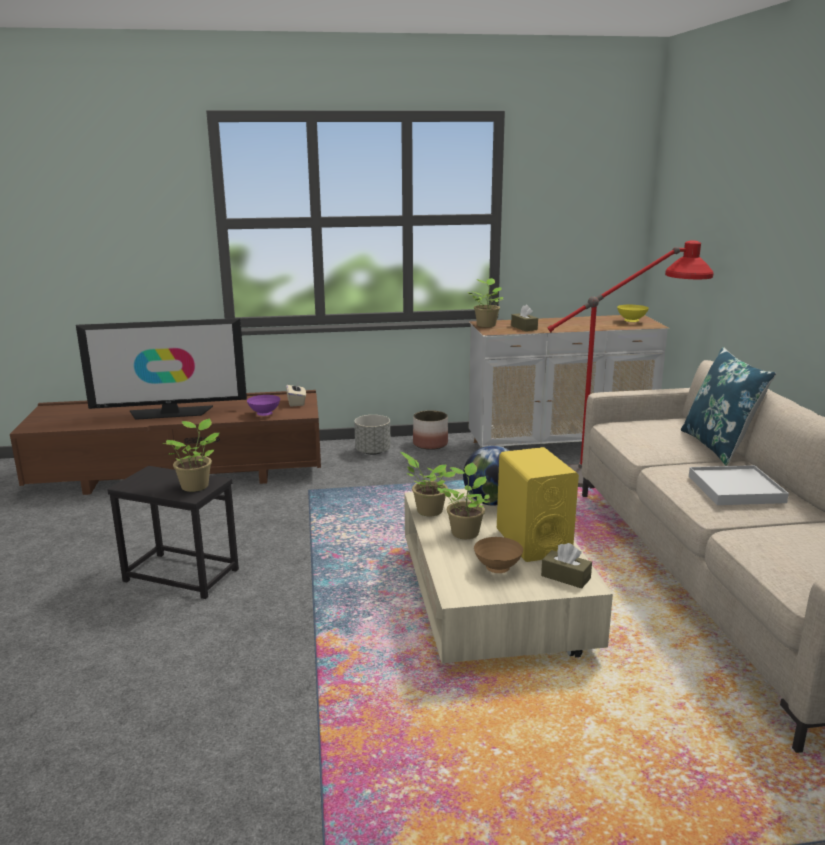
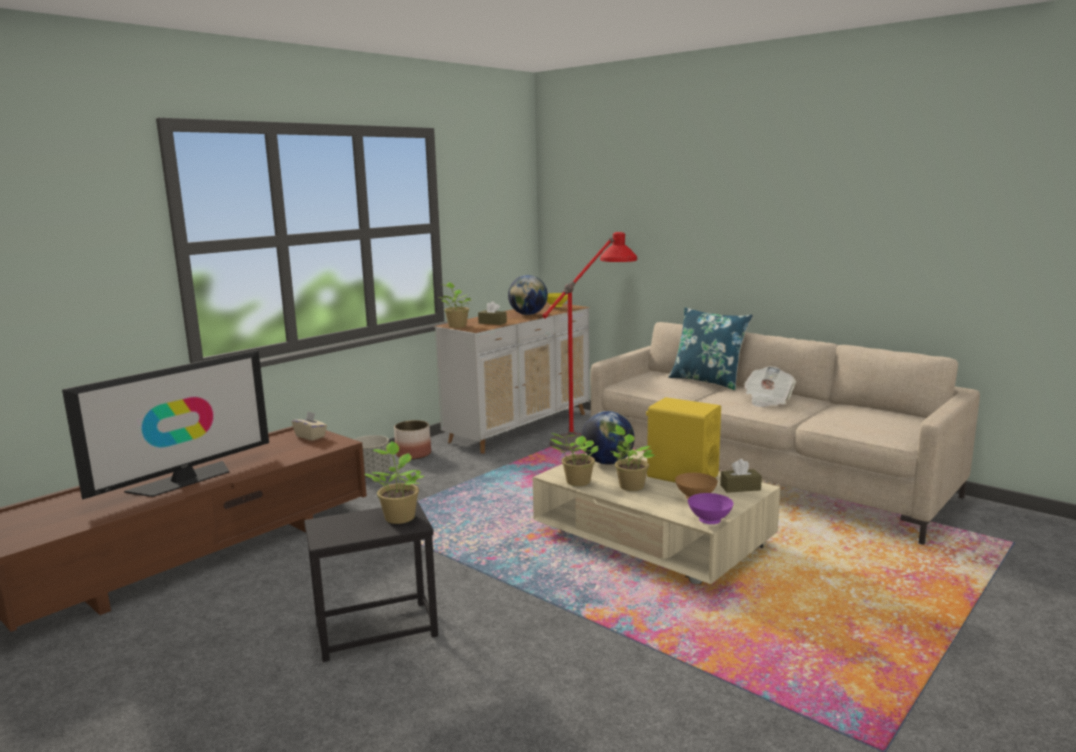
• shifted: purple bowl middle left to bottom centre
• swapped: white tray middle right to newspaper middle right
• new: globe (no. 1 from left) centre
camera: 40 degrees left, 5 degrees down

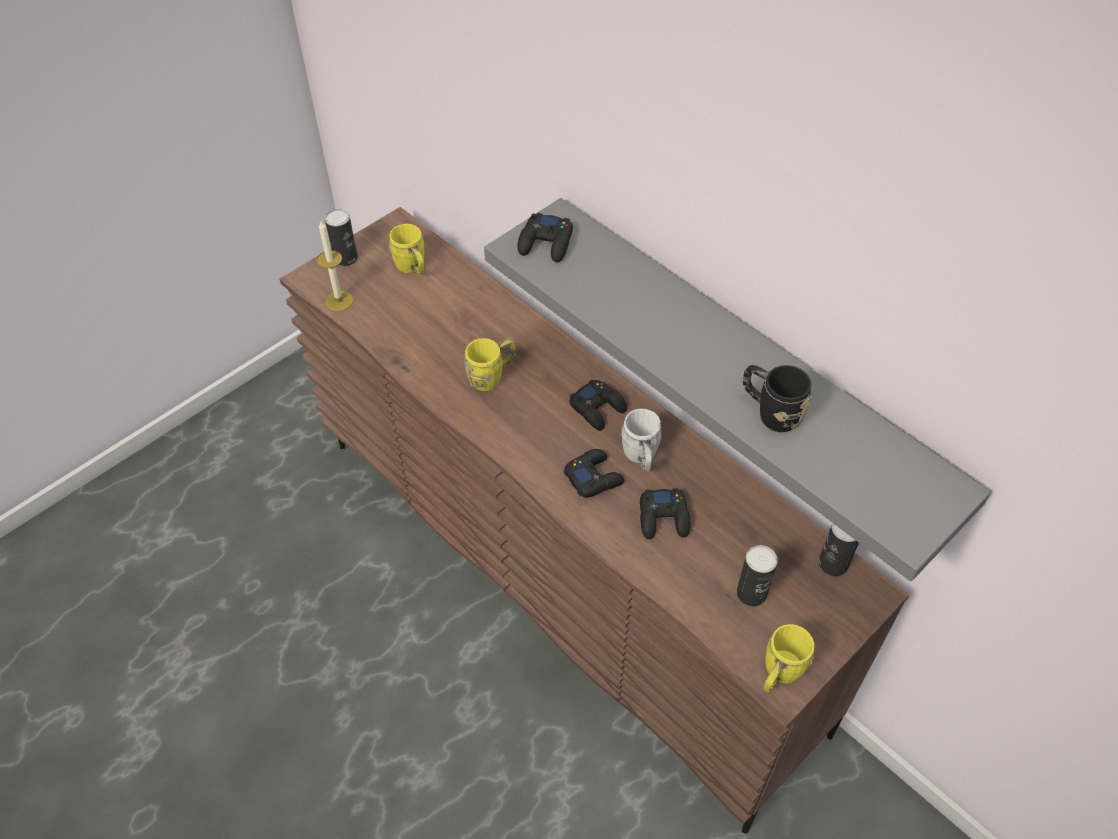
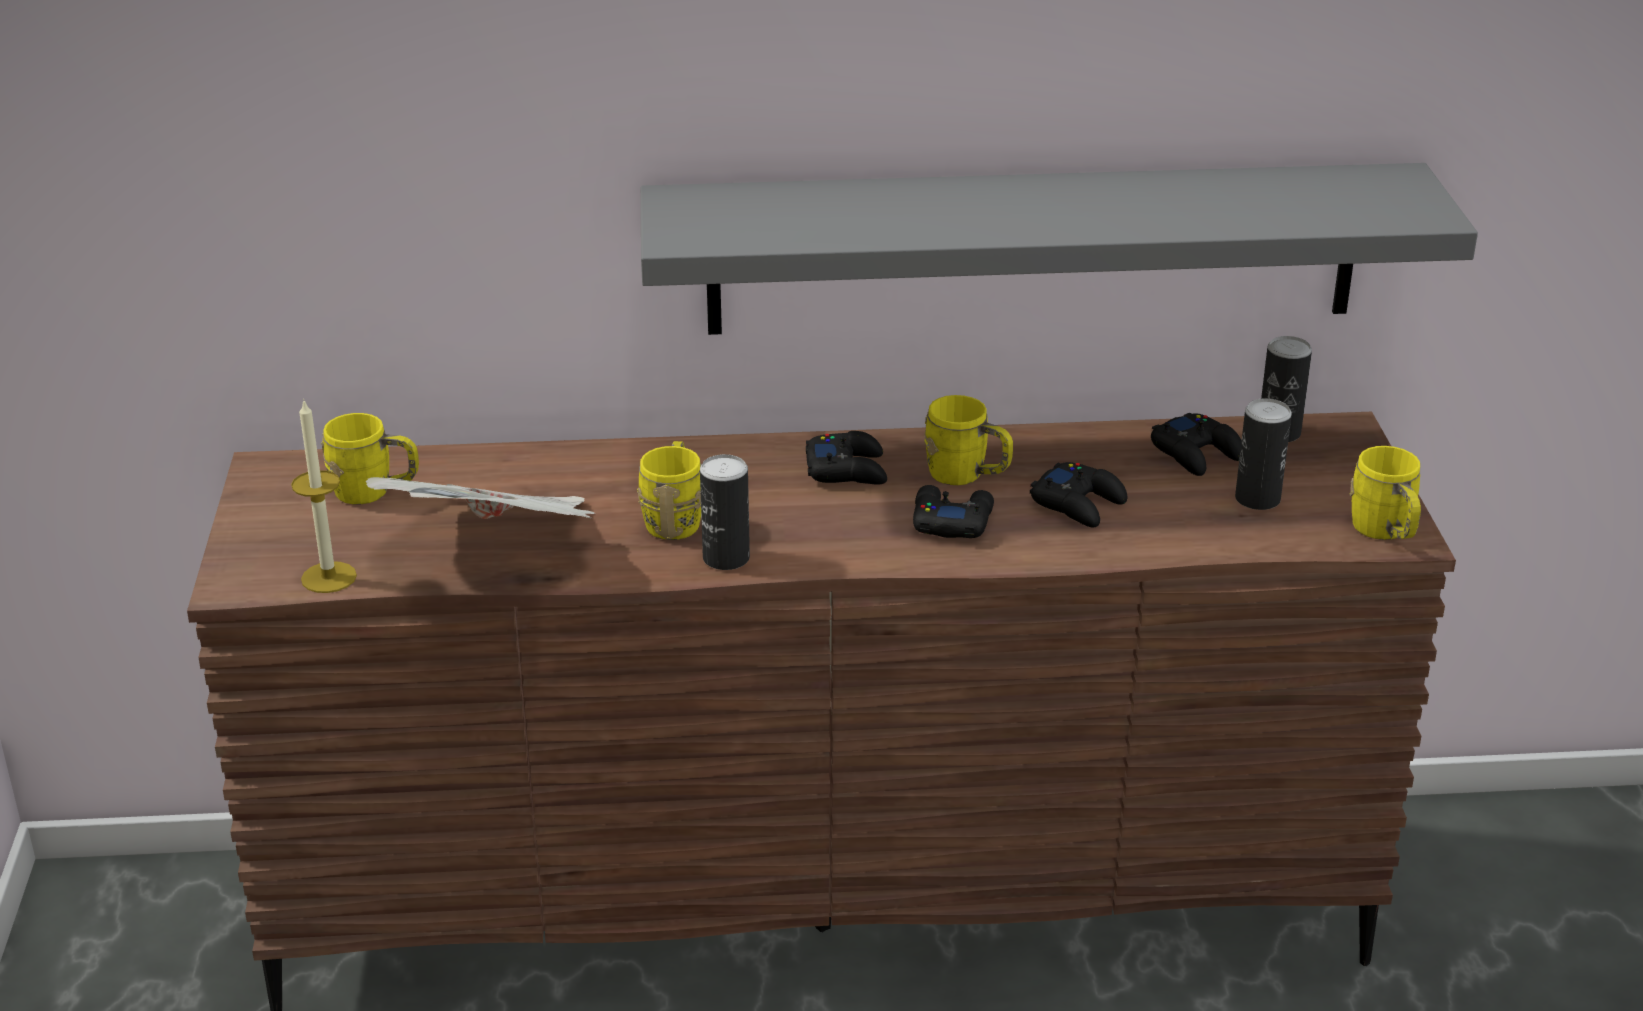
• shifted: can (no. 1 from left) top left to centre
• shifted: black game controller (no. 1 from left in the first image) top centre to black game controller (no. 4 from left) middle right
• repainted: white mug centre to yellow mug (no. 3 from left) centre
• gone: black mug middle right
• new: newspaper middle left
camera: 50 degrees left, 20 degrees down

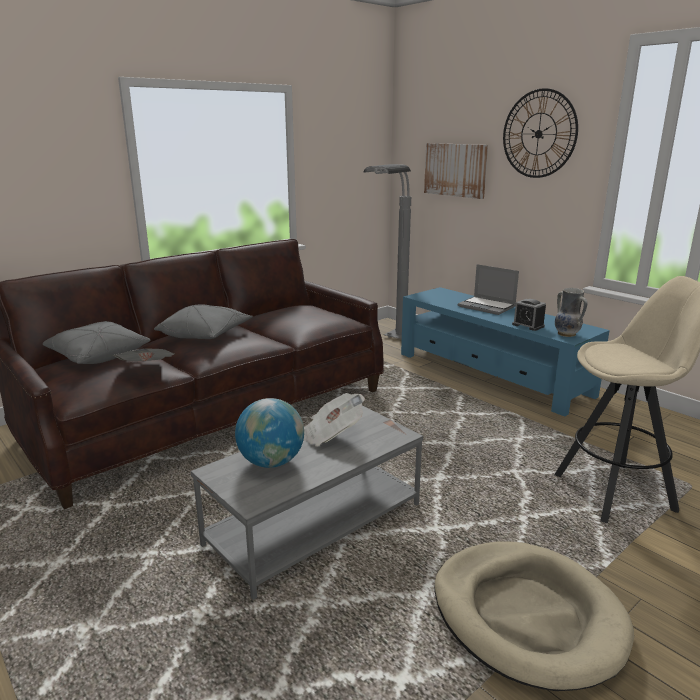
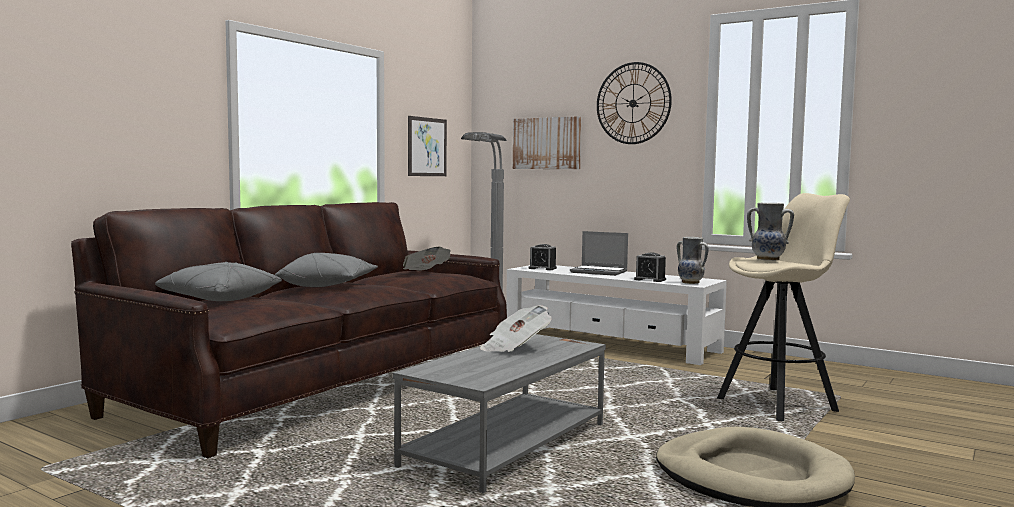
• shifted: newspaper (no. 1 from left) middle left to centre
• gone: globe centre
• repainted: blue tv stand middle right to white tv stand centre
• new: picture (no. 1 from left) top centre
• new: alarm clock (no. 1 from left) centre
• new: vase (no. 2 from left) middle right
camera: 15 degrees left, 15 degrees down

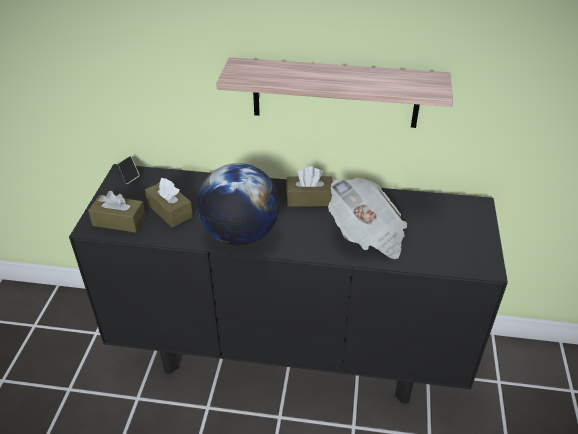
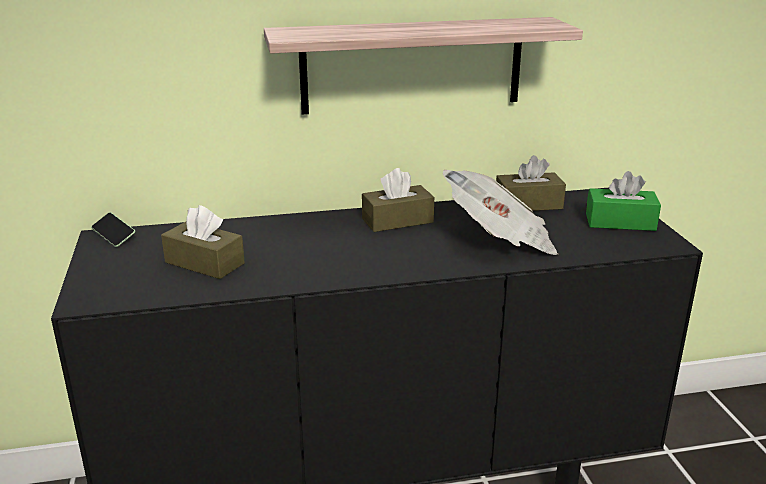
• shifted: brown tissue box (no. 1 from left in the first image) middle left to brown tissue box (no. 3 from left) middle right
• gone: globe centre
• new: green tissue box middle right
camera: 20 degrees left, 15 degrees down

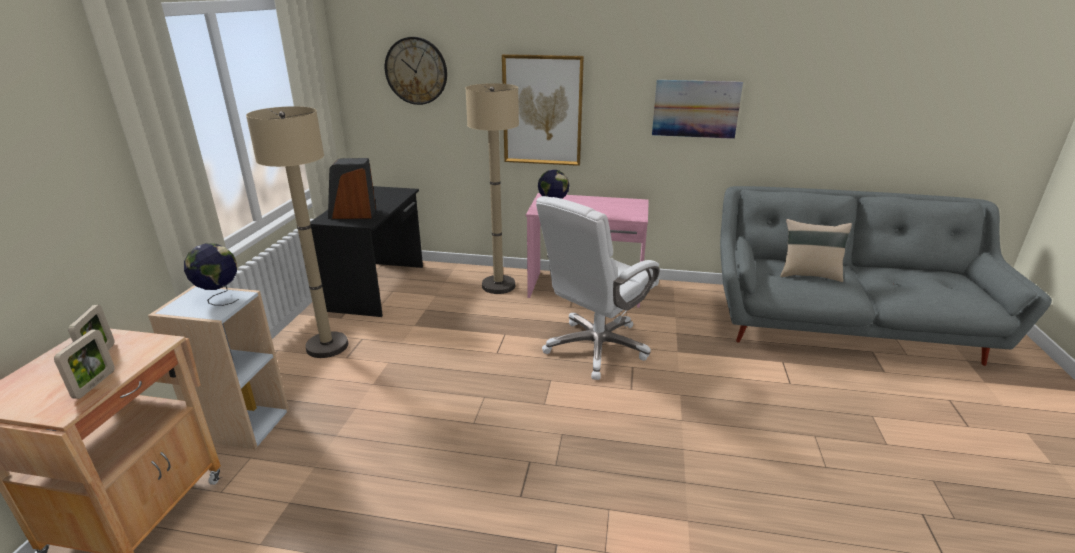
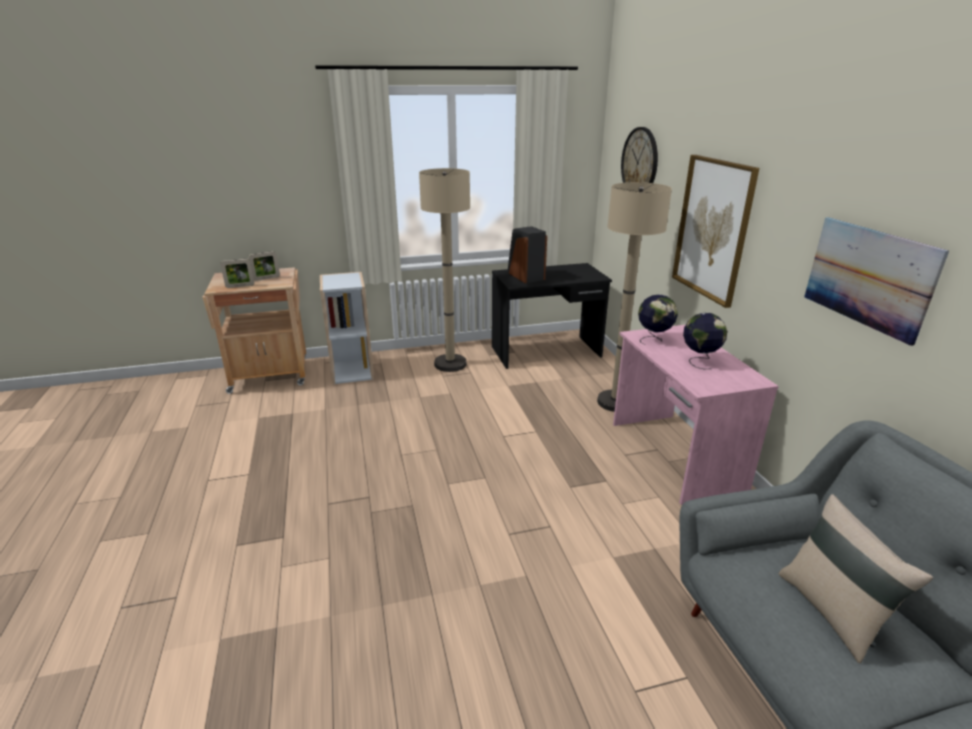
• shifted: globe (no. 1 from left in the first image) middle left to globe (no. 2 from left) middle right
• gone: white office chair centre
camera: 65 degrees right, 0 degrees up

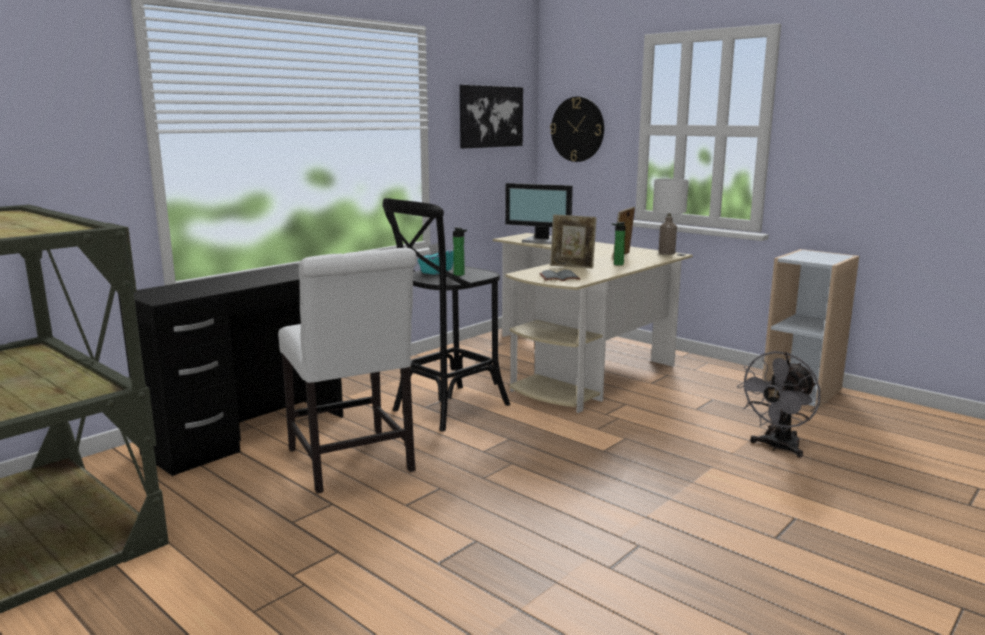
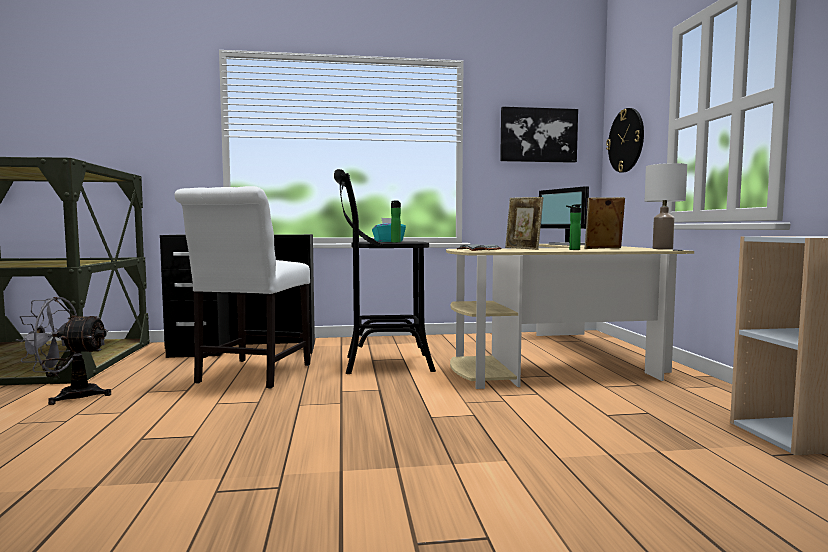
• shifted: grey fan middle right to middle left
camera: 40 degrees right, 10 degrees down

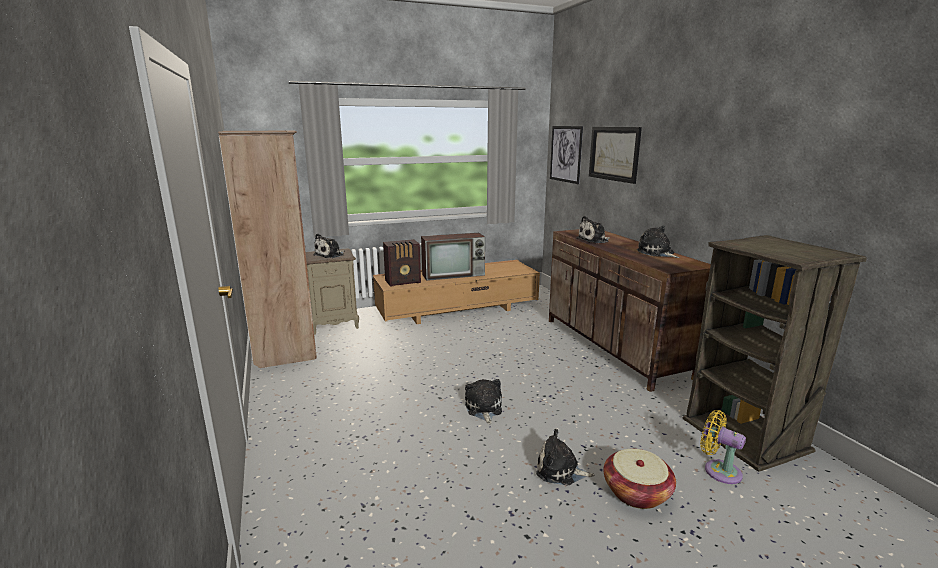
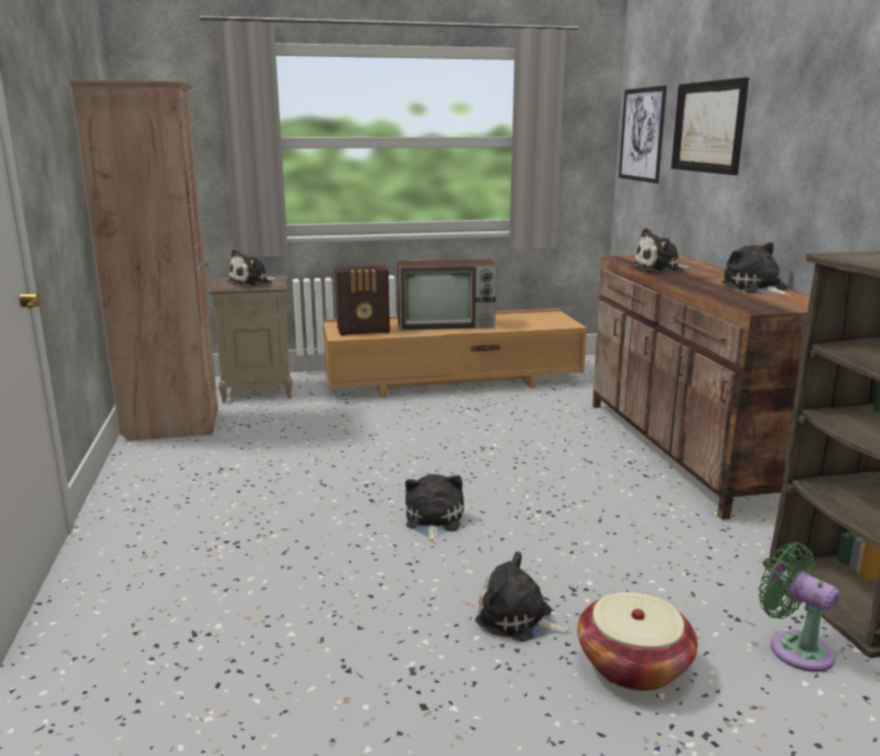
• repainted: yellow fan bottom right to green fan bottom right
camera: 10 degrees right, 0 degrees up

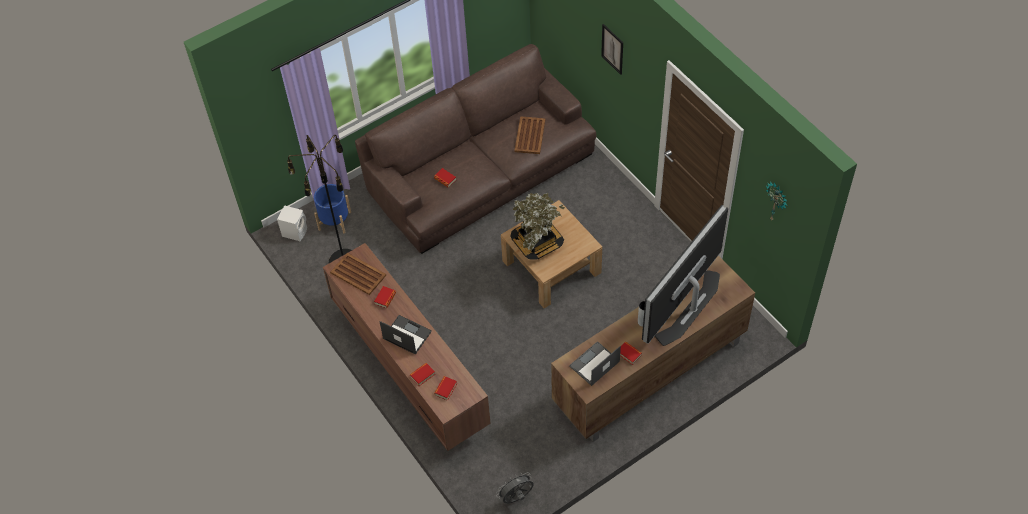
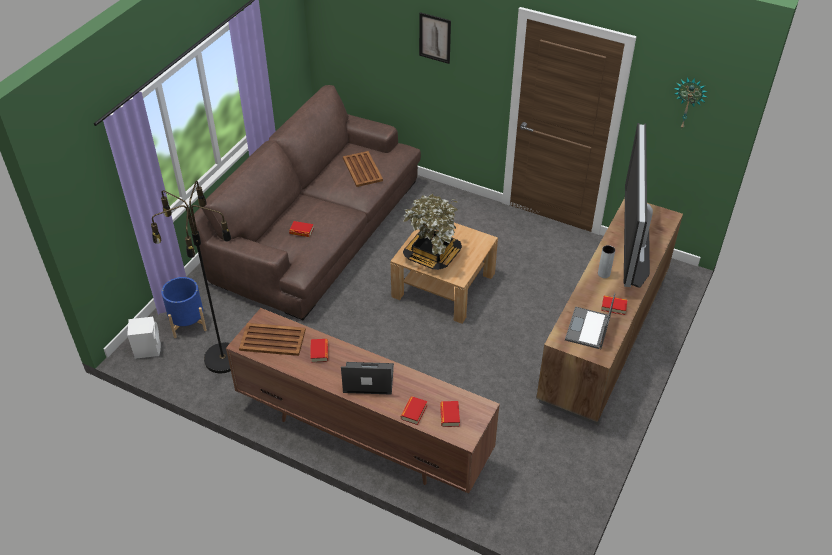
• gone: grey fan bottom centre
camera: 30 degrees left, 10 degrees down

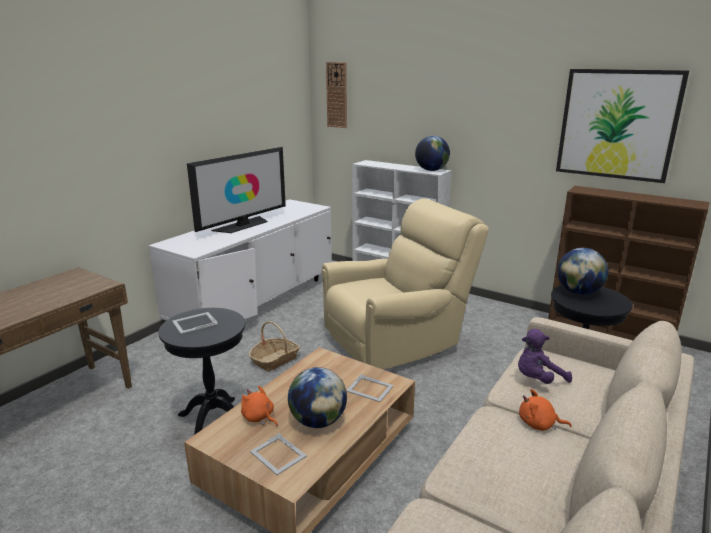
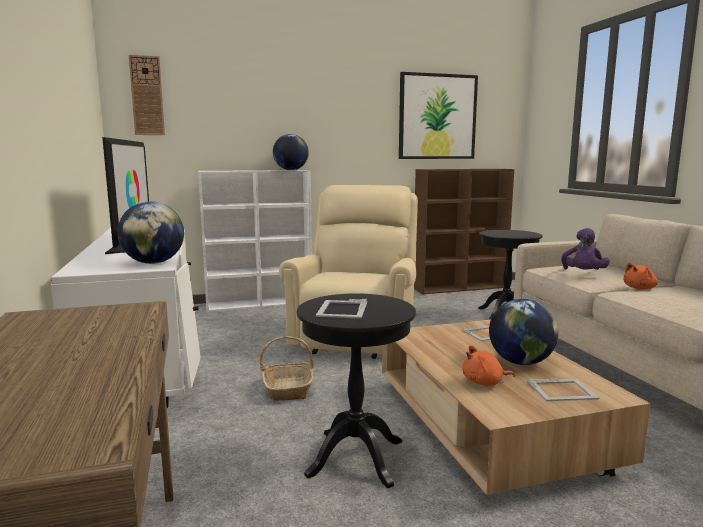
• shifted: globe (no. 3 from left in the first image) middle right to globe (no. 1 from left) middle left
camera: 50 degrees left, 10 degrees down

